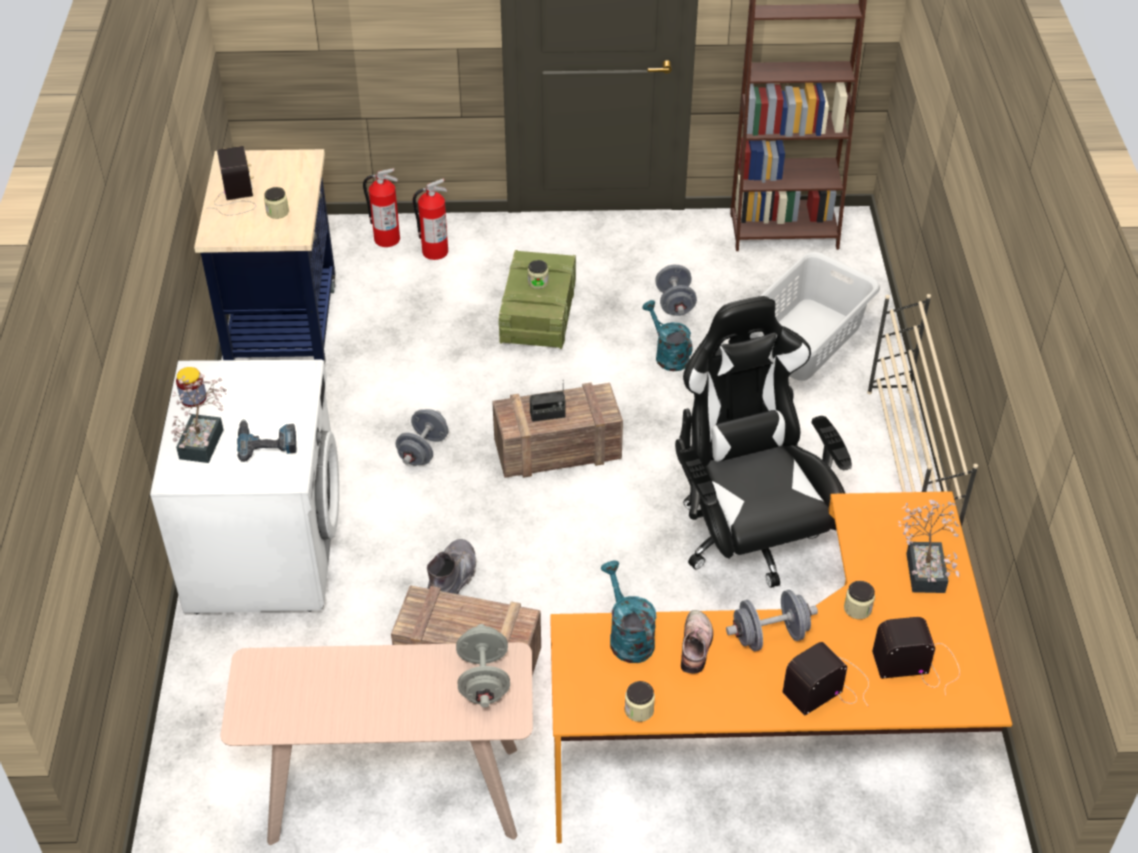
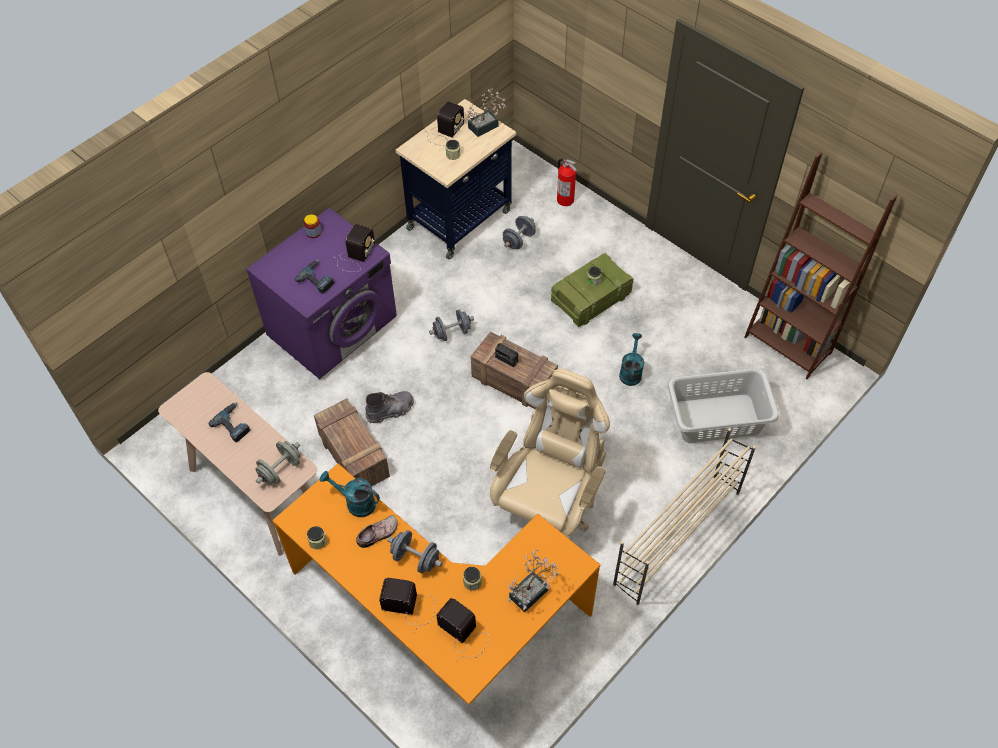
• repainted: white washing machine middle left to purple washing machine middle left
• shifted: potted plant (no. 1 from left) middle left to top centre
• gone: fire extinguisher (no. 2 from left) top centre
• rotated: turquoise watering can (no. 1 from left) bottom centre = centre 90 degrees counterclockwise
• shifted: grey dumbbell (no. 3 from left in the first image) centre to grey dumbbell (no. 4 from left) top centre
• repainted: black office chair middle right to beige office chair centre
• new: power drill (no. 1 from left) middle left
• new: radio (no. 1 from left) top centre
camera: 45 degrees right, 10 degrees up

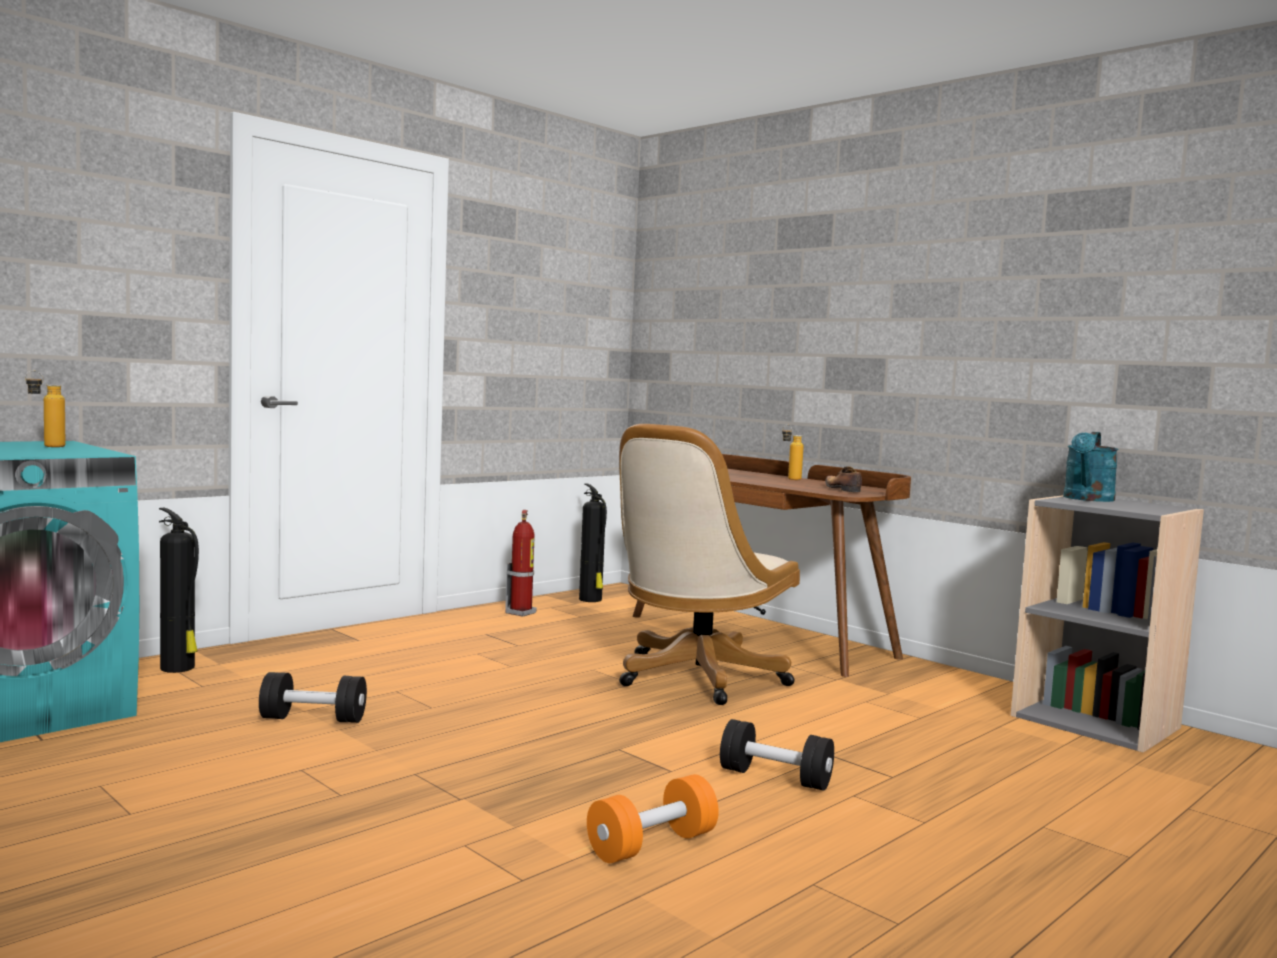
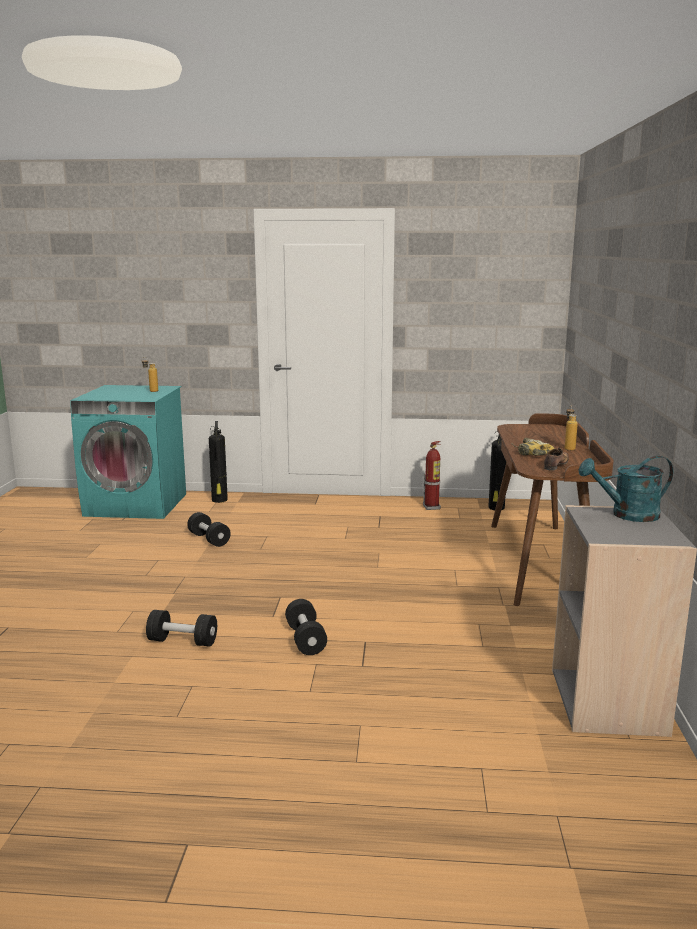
• repainted: orange dumbbell bottom centre to black dumbbell (no. 1 from left) bottom left
• gone: office chair centre
• new: power drill middle right
camera: 50 degrees right, 10 degrees up

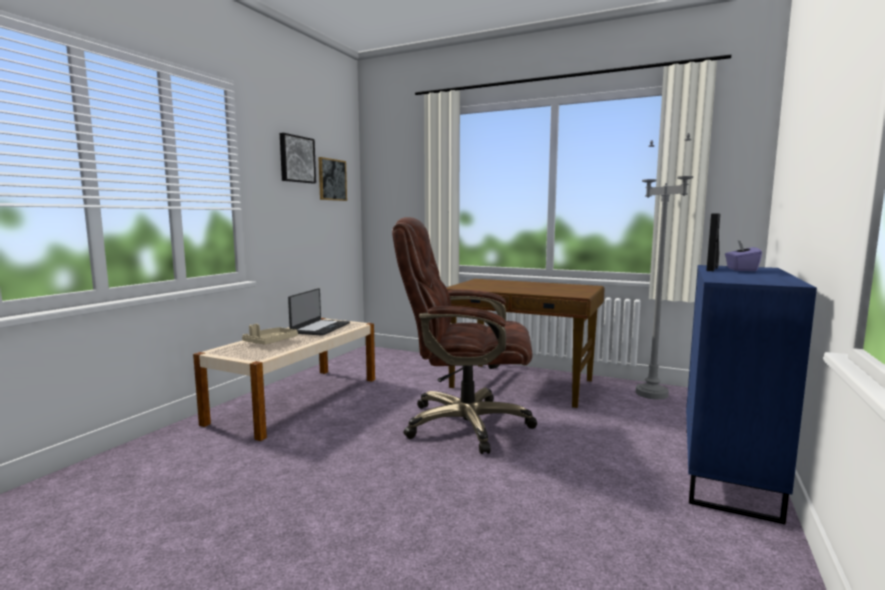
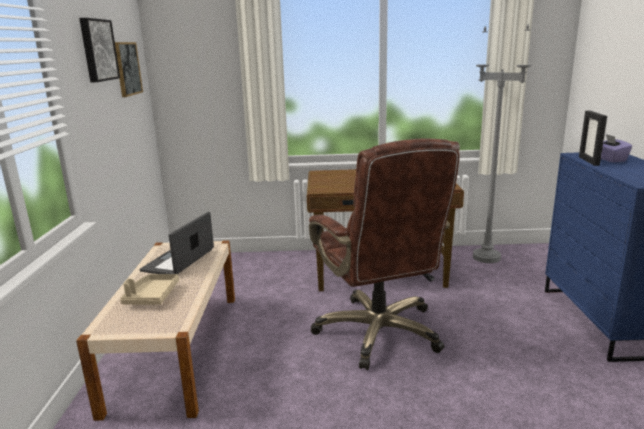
• rotated: laptop centre = middle left 150 degrees counterclockwise
• rotated: brown office chair centre = centre 90 degrees counterclockwise
camera: 25 degrees left, 10 degrees up

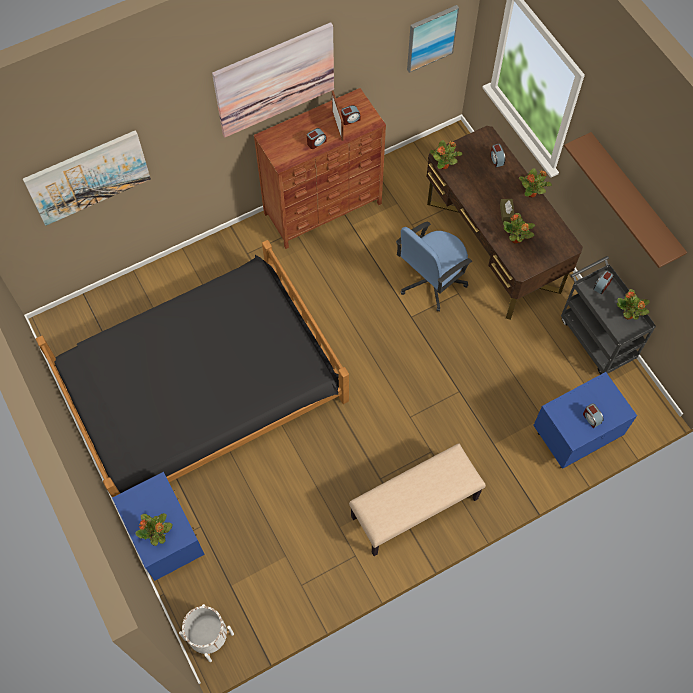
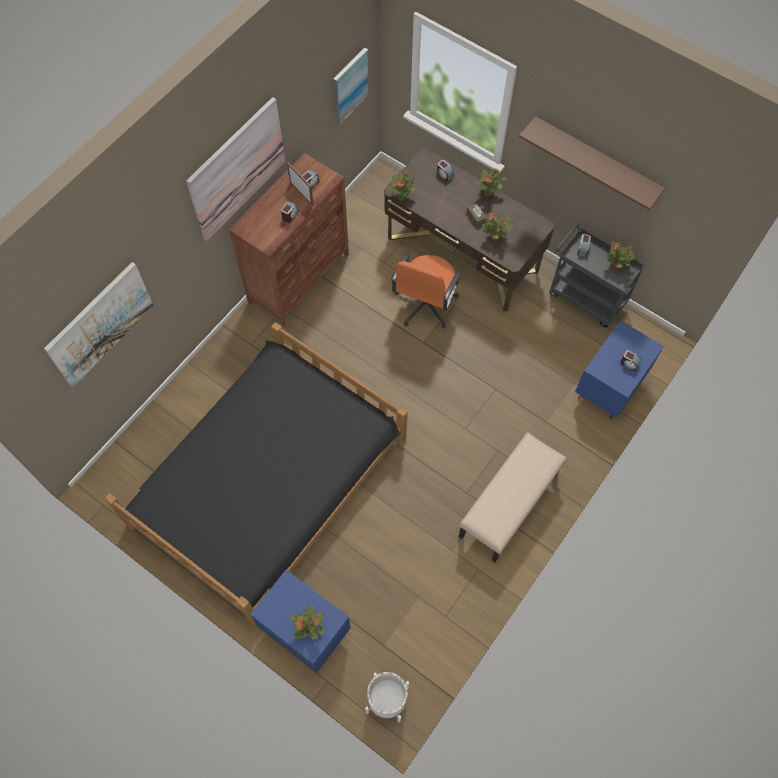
• repainted: blue office chair centre to orange office chair centre
camera: 25 degrees left, 0 degrees up

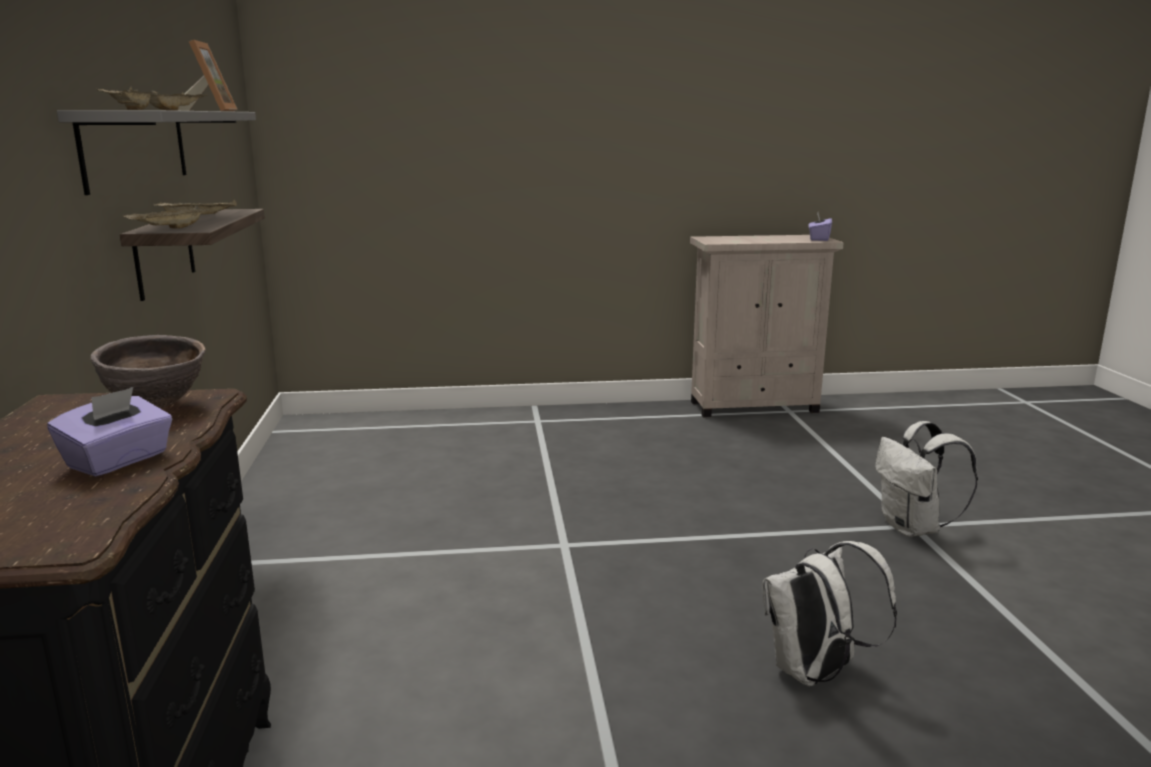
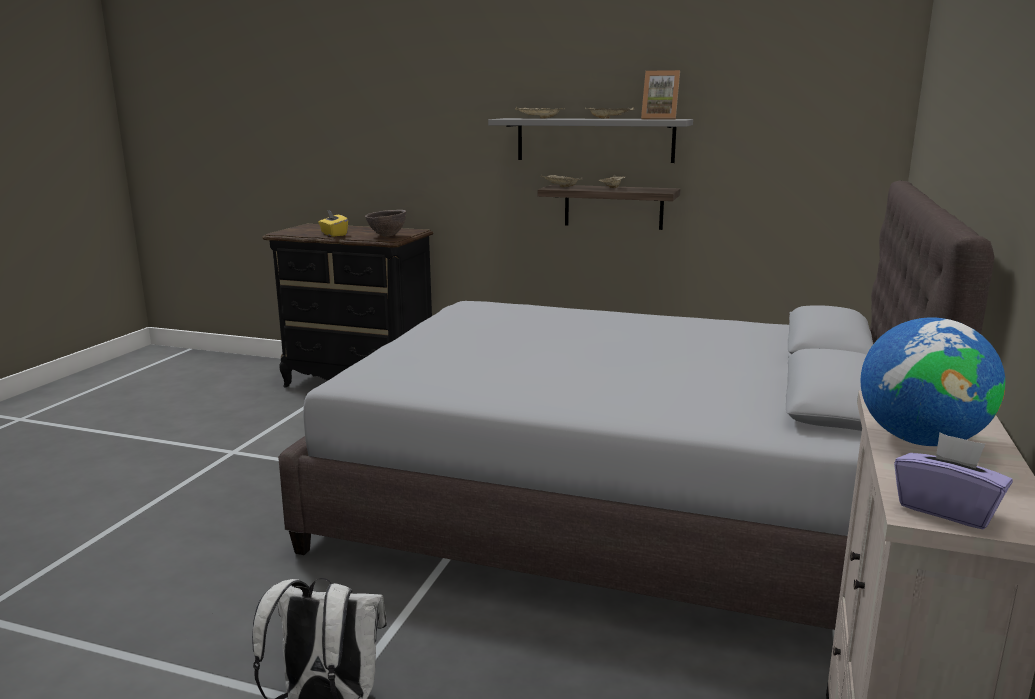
• repainted: purple tissue box (no. 1 from left) middle left to yellow tissue box top left
• gone: white backpack (no. 1 from left) bottom right
• new: grey bed centre
• new: globe middle right
camera: 115 degrees right, 0 degrees up

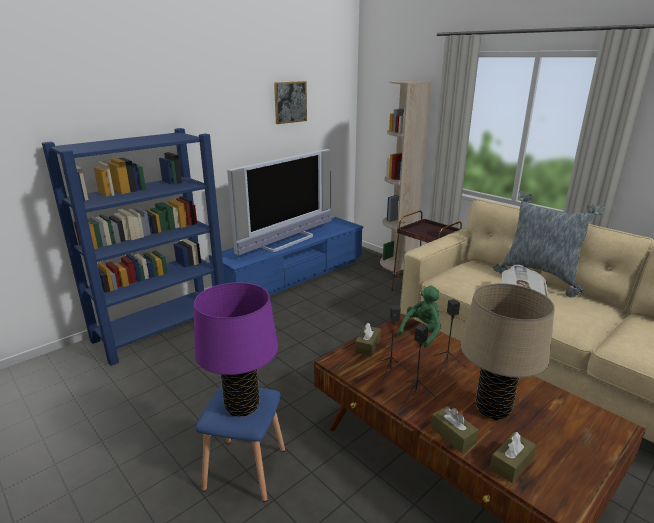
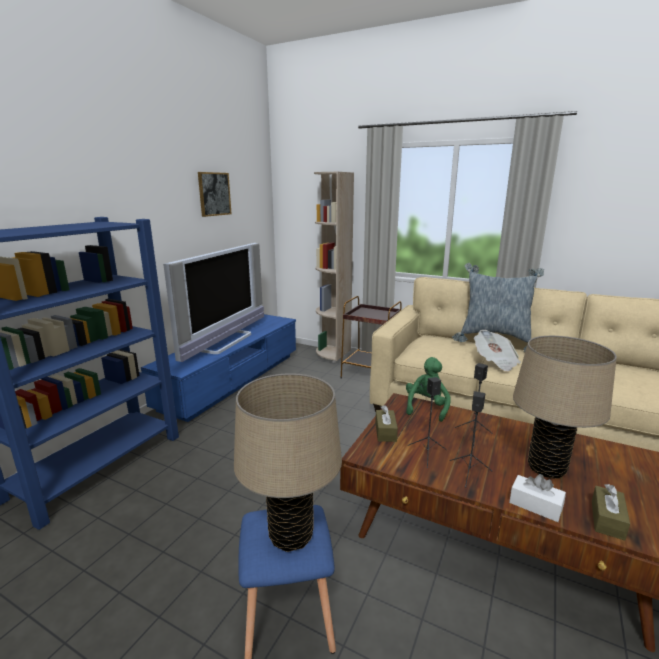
• repainted: purple table lamp bottom centre to beige table lamp (no. 1 from left) bottom centre
• repainted: brown tissue box (no. 2 from left) bottom right to white tissue box bottom right
camera: 20 degrees left, 5 degrees down

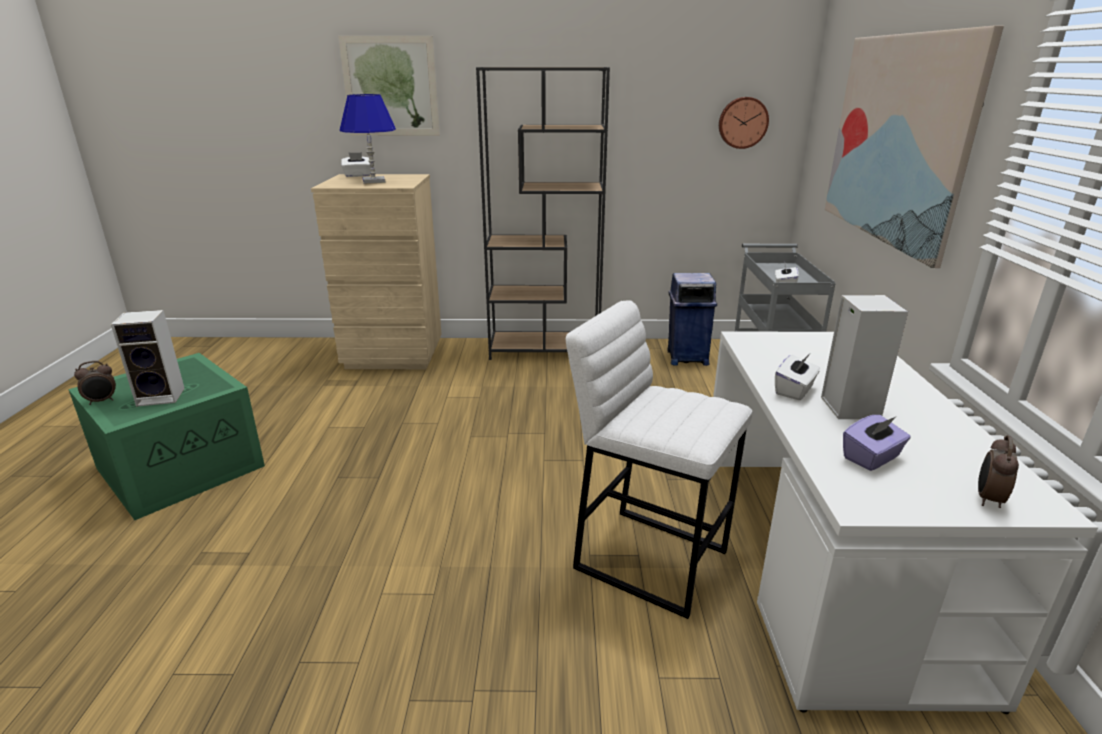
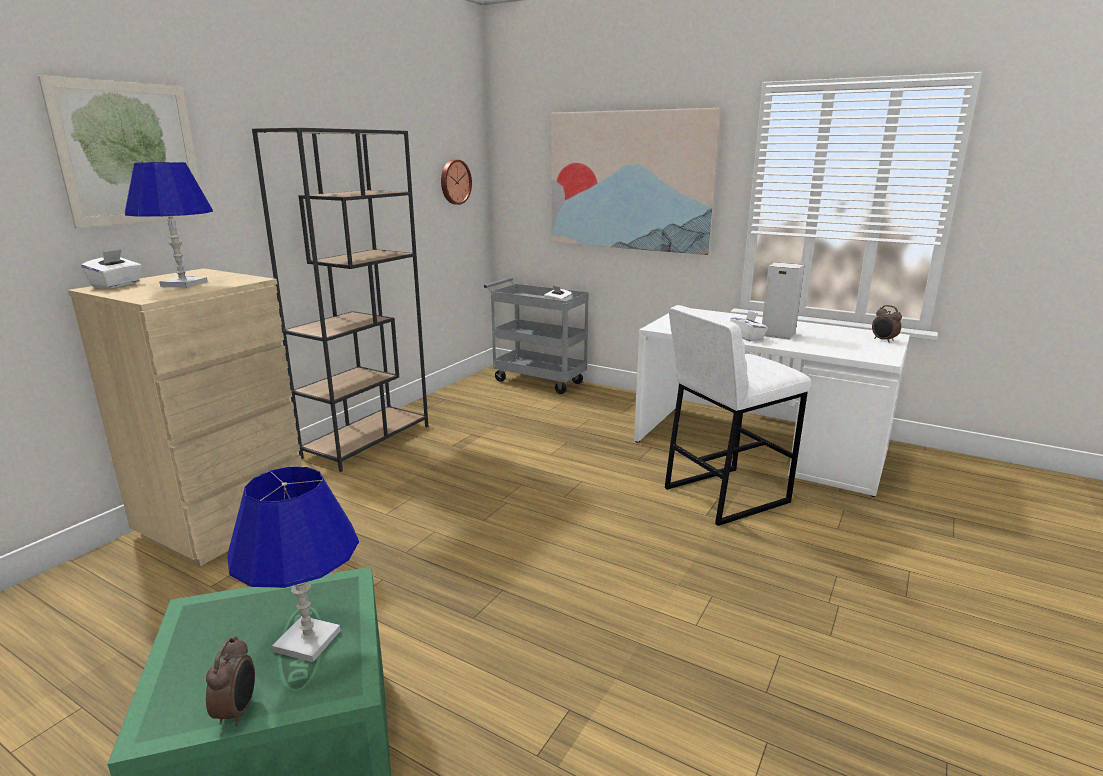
• swapped: speaker (no. 1 from left) middle left to blue table lamp (no. 2 from left) bottom left
• gone: blue trash can centre
• gone: purple tissue box middle right
camera: 60 degrees left, 5 degrees down

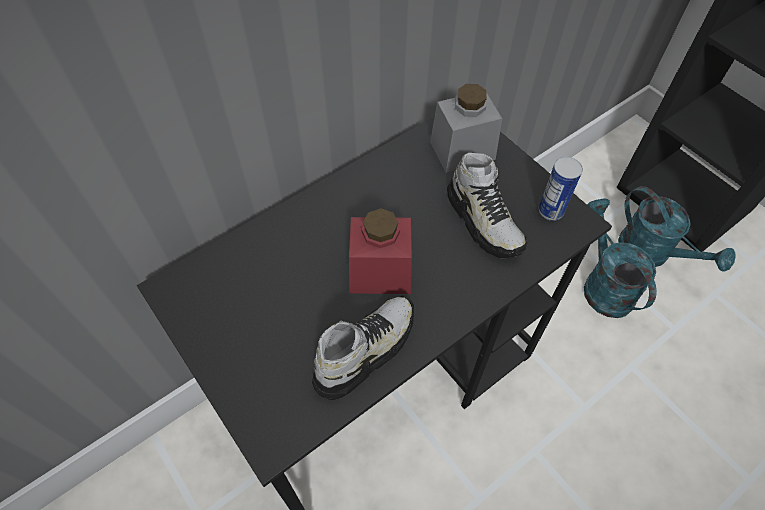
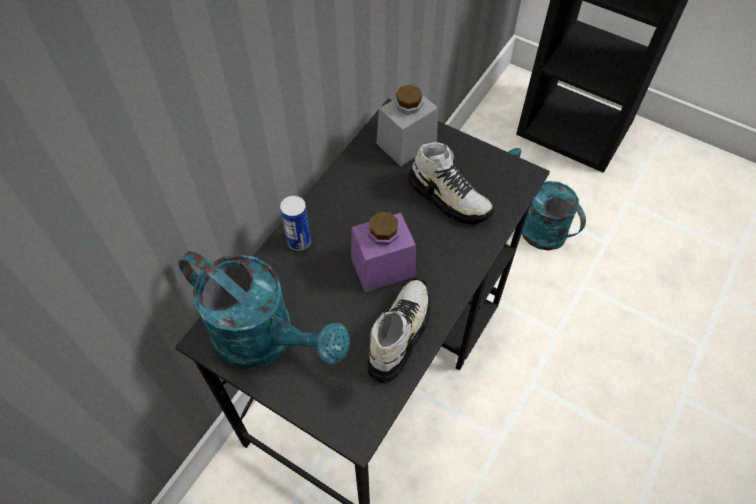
• repainted: red jar centre to purple jar centre
• shifted: can middle right to centre
• shifted: turquoise watering can (no. 2 from left in the first image) middle right to turquoise watering can (no. 1 from left) centre
camera: 20 degrees left, 0 degrees up

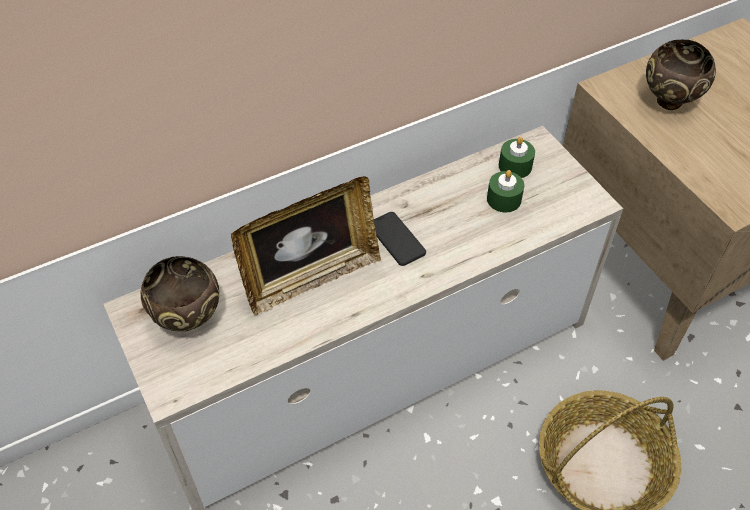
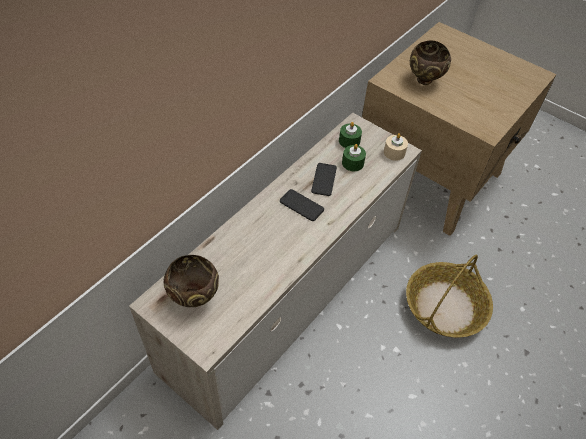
• gone: picture frame centre
• new: phone (no. 2 from left) centre
• new: beige candle middle right
camera: 25 degrees left, 0 degrees up

